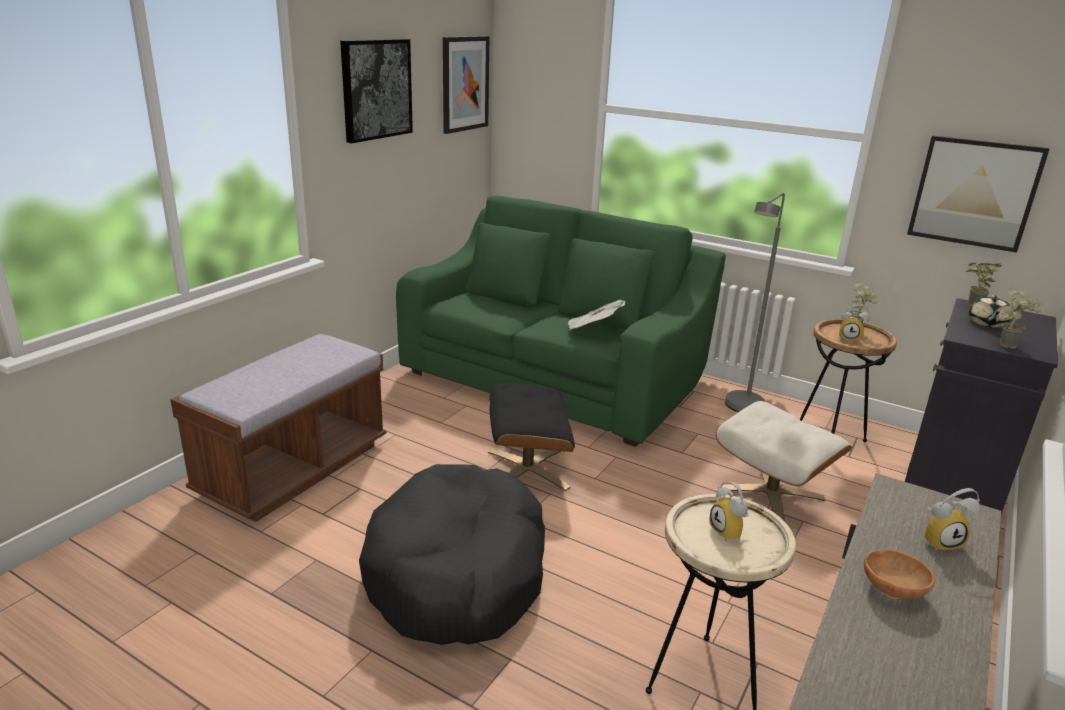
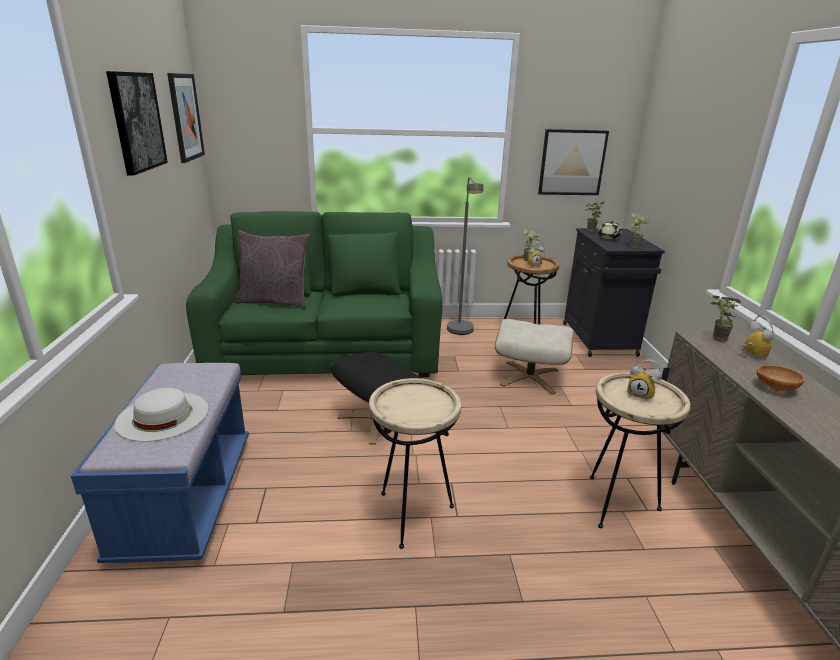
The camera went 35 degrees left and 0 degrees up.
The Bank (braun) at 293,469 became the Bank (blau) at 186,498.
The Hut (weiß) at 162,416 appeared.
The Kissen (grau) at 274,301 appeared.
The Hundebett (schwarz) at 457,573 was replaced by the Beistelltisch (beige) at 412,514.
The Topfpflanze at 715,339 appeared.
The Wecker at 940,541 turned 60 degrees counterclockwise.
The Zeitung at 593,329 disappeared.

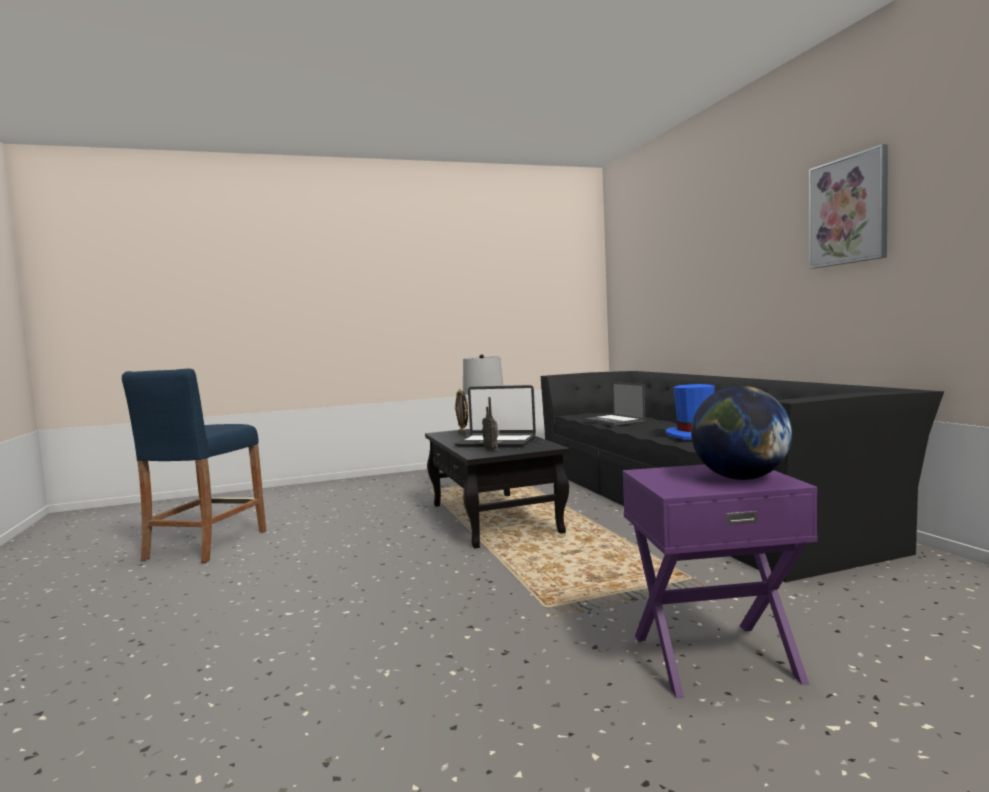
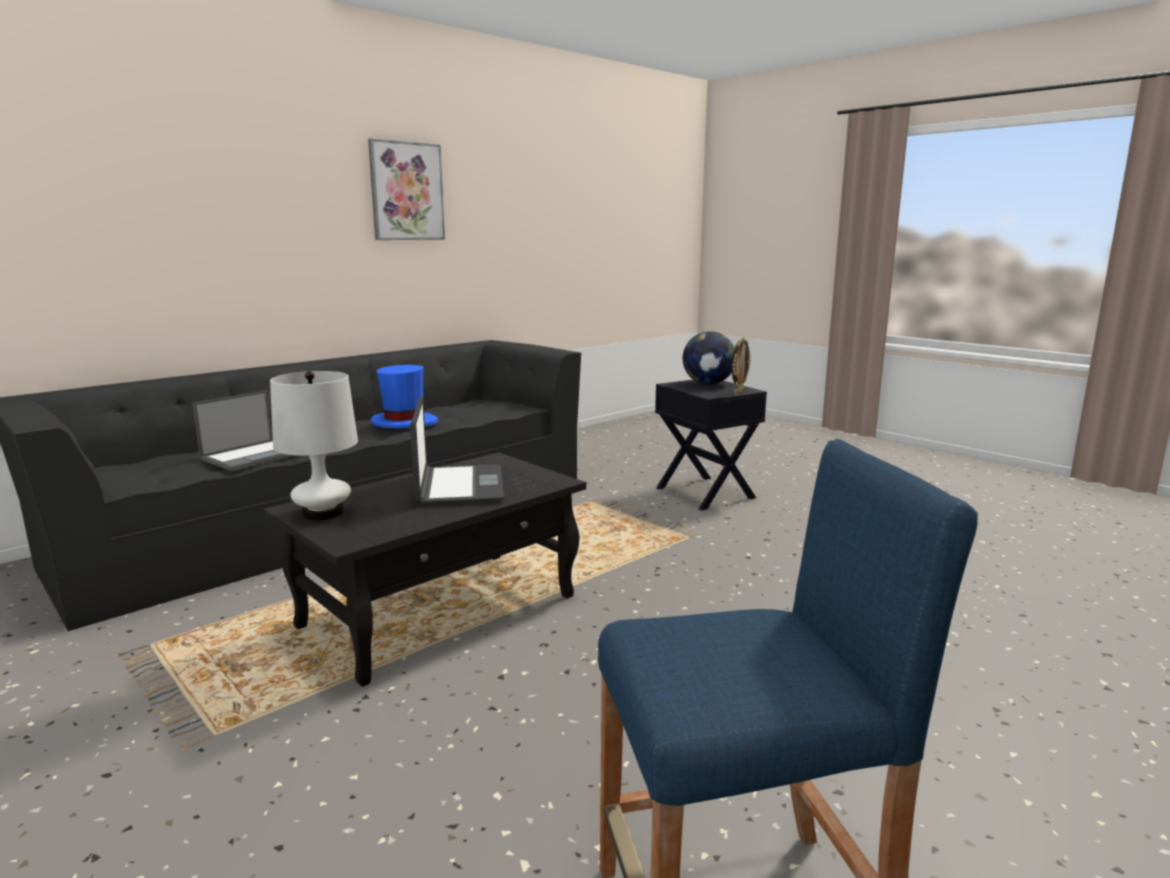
The camera went 115 degrees left and 10 degrees up.
The Beistelltisch (lila) at 713,657 became the Beistelltisch (schwarz) at 704,493.
The Bilderrahmen moved from 463,433 to 739,392.
The Radio at 492,450 disappeared.

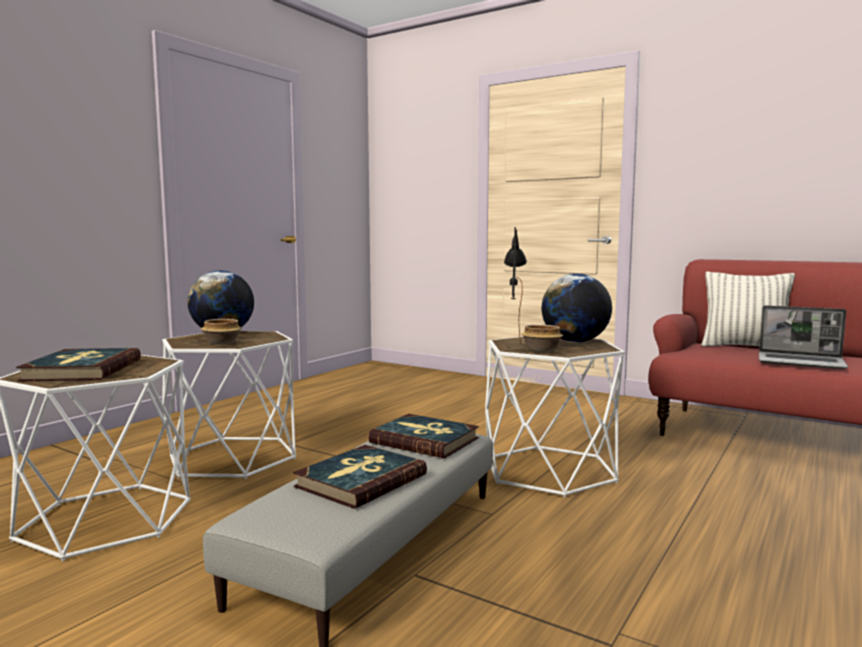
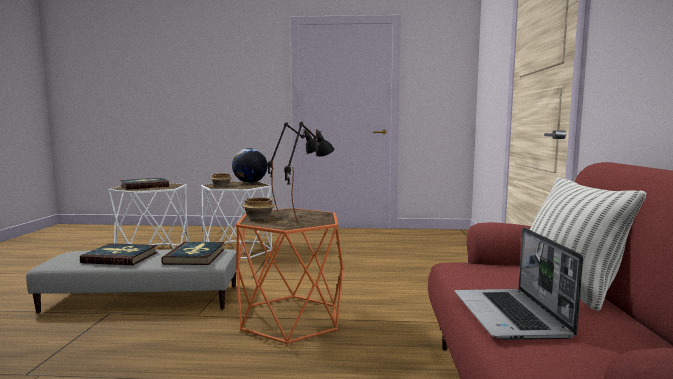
The camera went 60 degrees right and 0 degrees up.
The Beistelltisch (weiß) at 549,471 became the Beistelltisch (orange) at 290,319.
The Globus at 575,342 was replaced by the Tischlampe (schwarz) at 309,219.

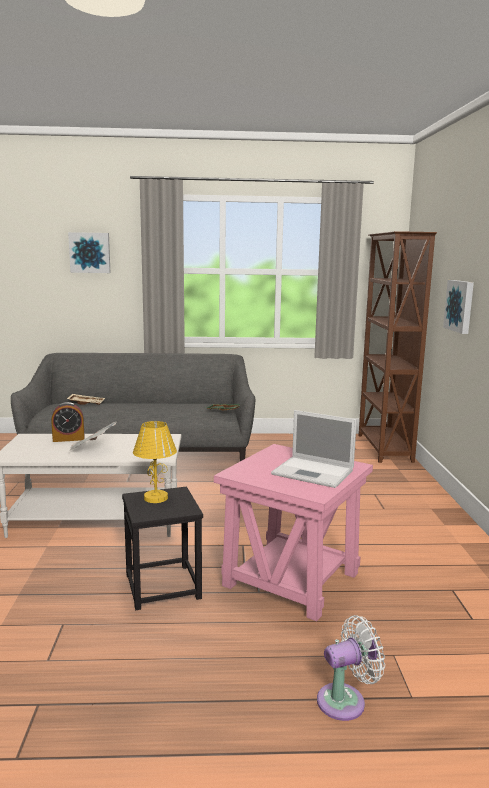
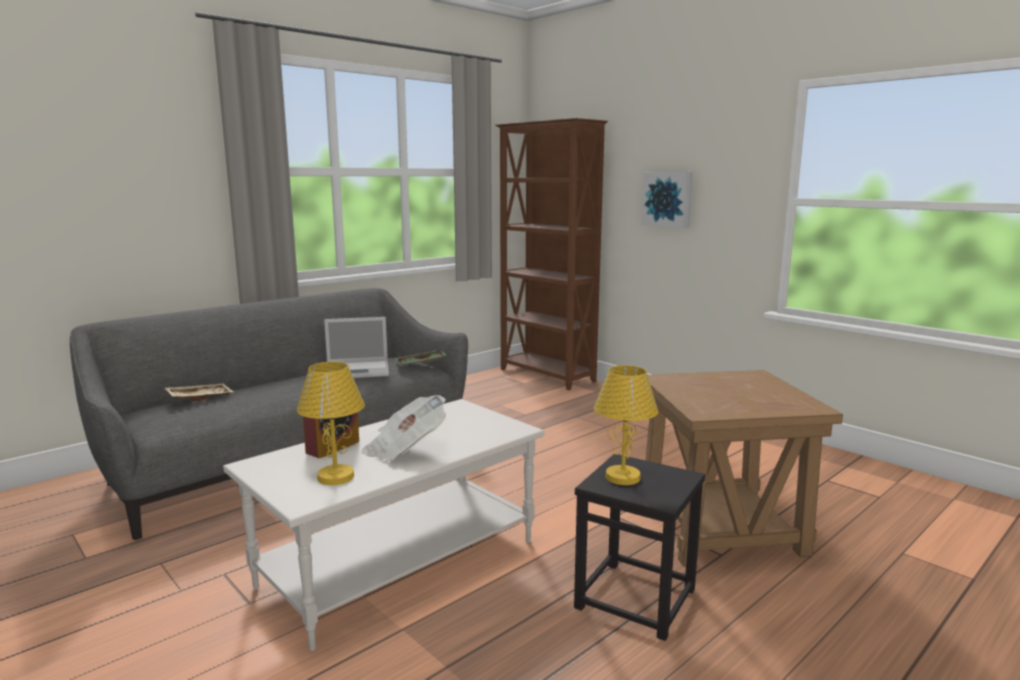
The camera went 40 degrees left and 0 degrees up.
The Tischlampe (gelb) at 335,477 appeared.
The Laptop moved from 314,472 to 359,370.
The Beistelltisch (rosa) at 292,579 became the Beistelltisch (braun) at 721,528.
The Bild at 90,252 disappeared.
The Ventilator (weiß) at 345,700 disappeared.

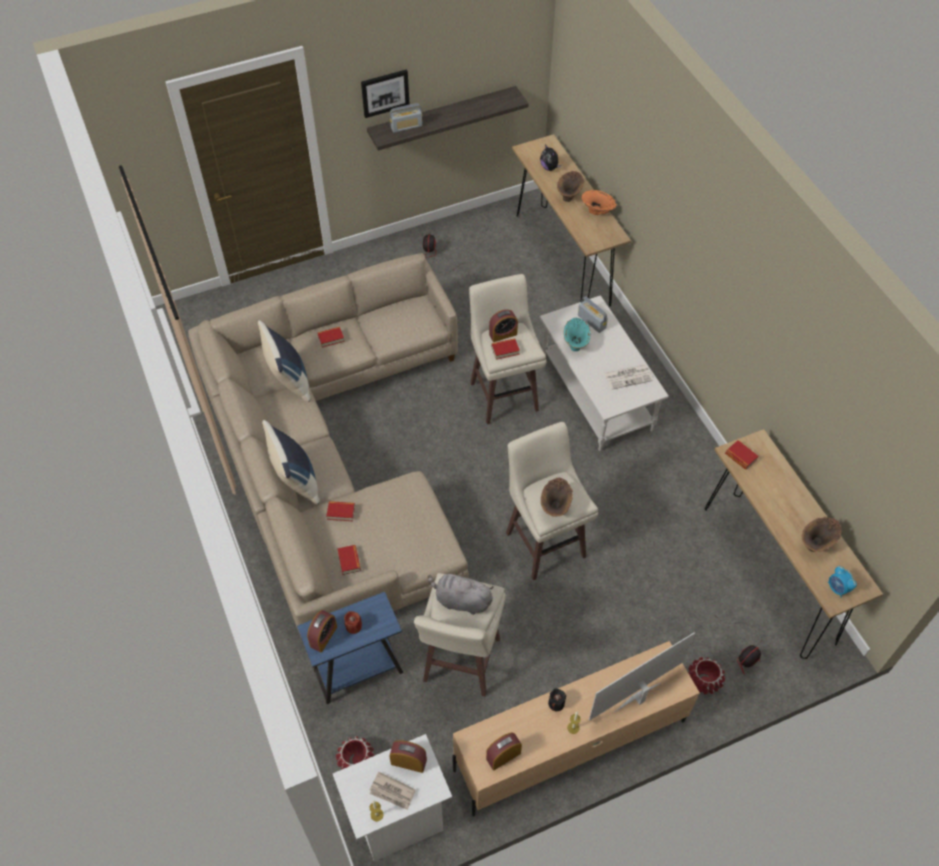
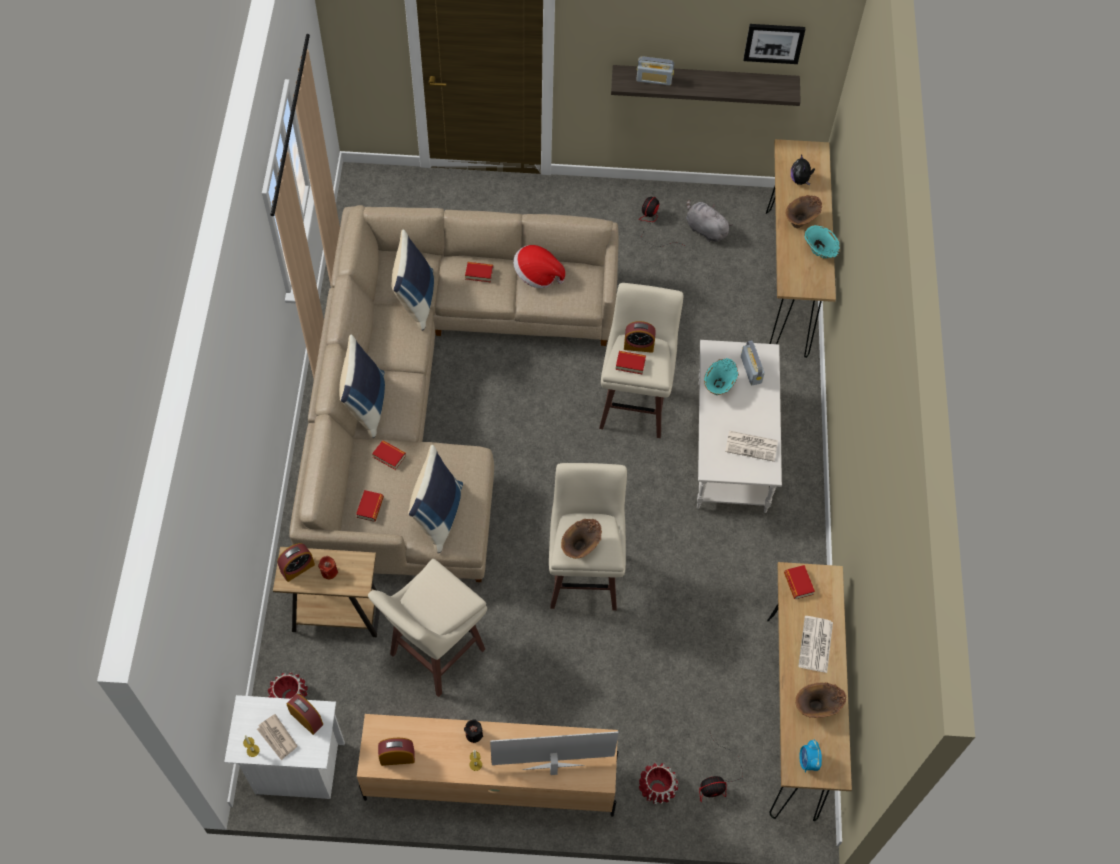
The camera went 25 degrees right and 5 degrees up.
The Beistelltisch (blau) at 358,671 became the Beistelltisch (braun) at 337,615.
The Kissen (blau) at 438,515 appeared.
The Hut at 537,275 appeared.
The Plüschtier (grau) moved from 461,600 to 705,229.
The Bild moved from 385,93 to 774,42.
The Zeitung at 816,645 appeared.
The Vase (orange) at 597,213 became the Vase (türkis) at 818,253.

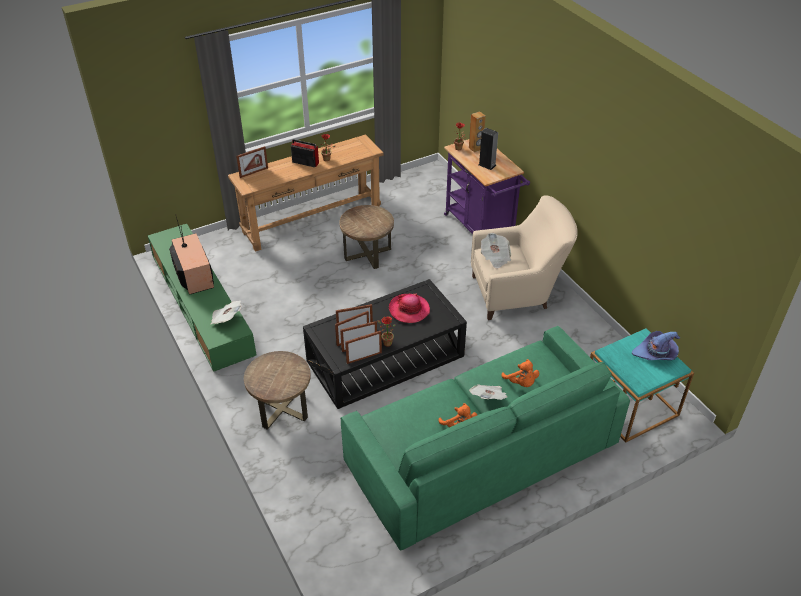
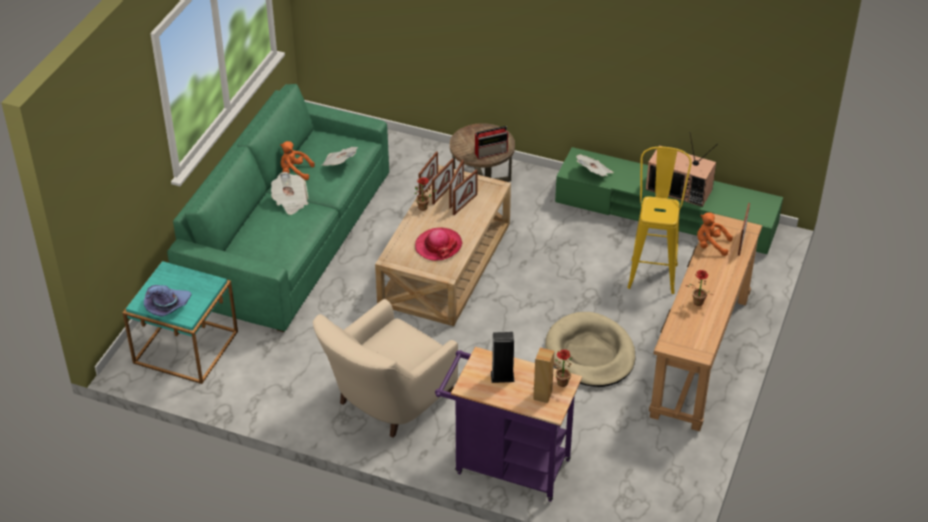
The camera went 140 degrees right and 0 degrees up.
The Zeitung moved from 495,257 to 339,164.
The Couchtisch (schwarz) at 386,359 became the Couchtisch (beige) at 444,263.
The Radio moved from 305,162 to 491,152.
The Beistelltisch (braun) at 367,254 was replaced by the Hundebett (beige) at 590,353.
The Hocker (gelb) at 653,270 appeared.
The Plüschtier (orange) moved from 521,383 to 710,245.

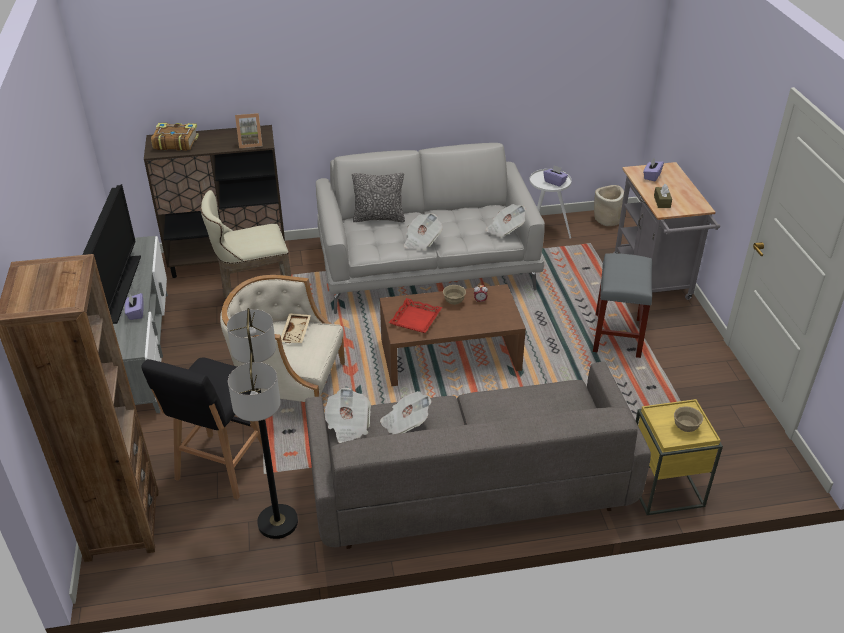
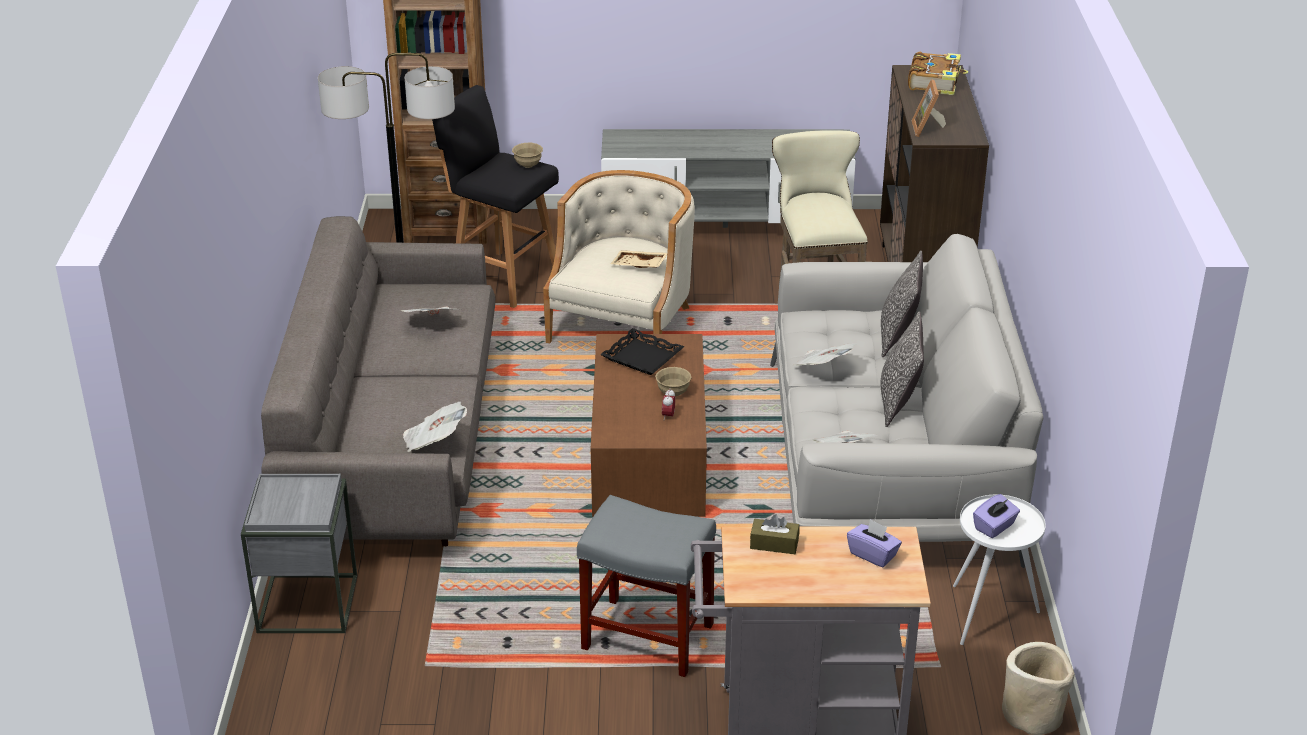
The camera went 100 degrees right and 5 degrees down.
The Beistelltisch (gelb) at 664,488 became the Beistelltisch (grau) at 307,603.
The Zeitung moved from 348,425 to 434,441.
The Schüssel (beige) moved from 685,427 to 528,165.
The Tablett (rot) at 416,319 became the Tablett (schwarz) at 642,357.
The Kissen at 898,402 appeared.
The Fernseher at 119,289 disappeared.
The Taschentuchbox (lila) at 136,313 disappeared.

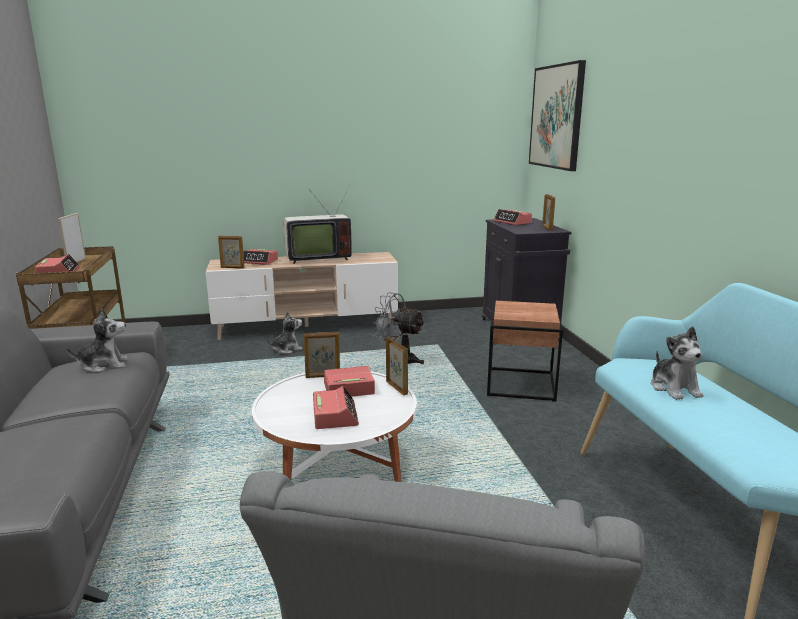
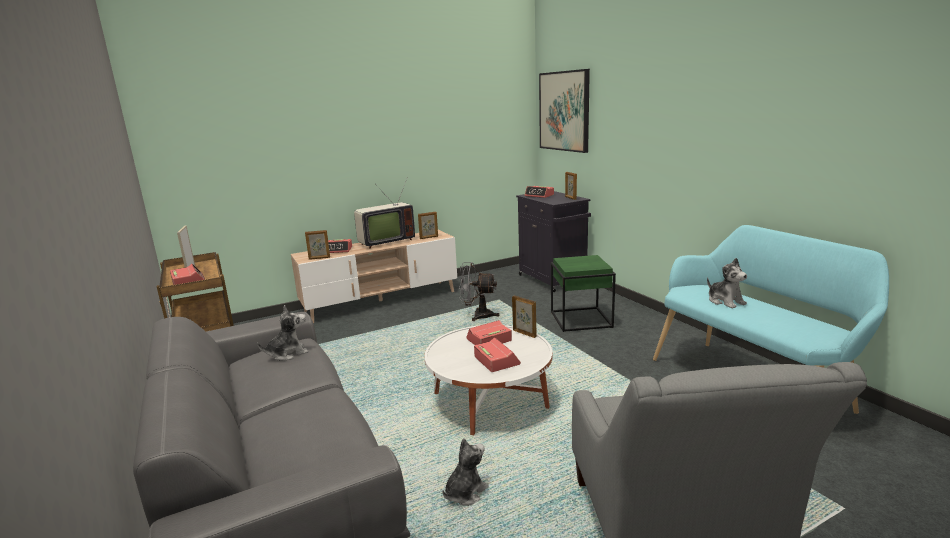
The camera went 15 degrees left and 0 degrees up.
The Bilderrahmen moved from 323,376 to 429,237.
The Plüschtier moved from 286,349 to 465,493.
The Beistelltisch (braun) at 521,384 became the Beistelltisch (grün) at 581,319.

